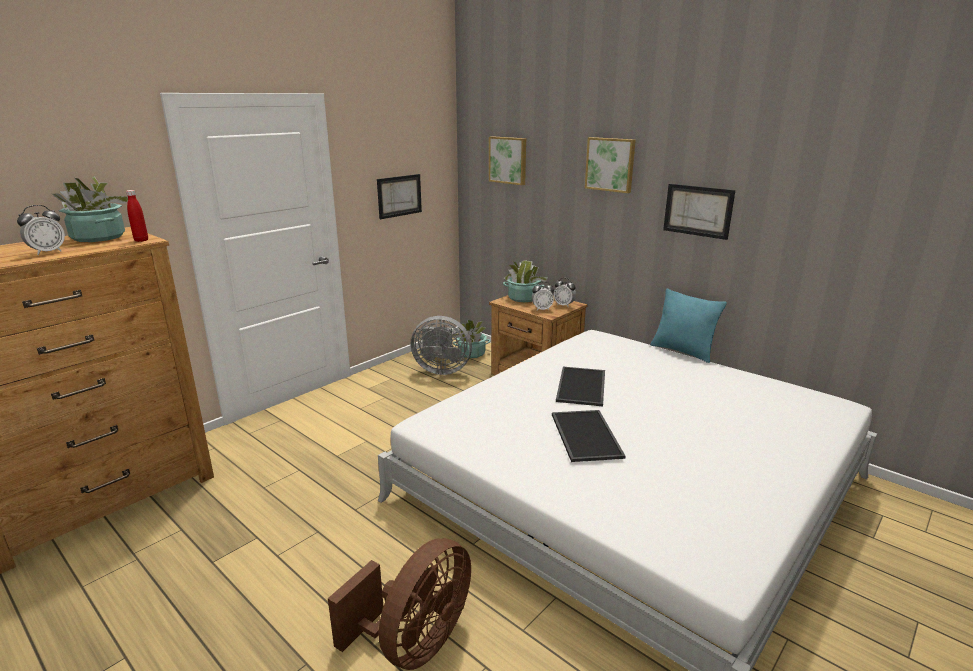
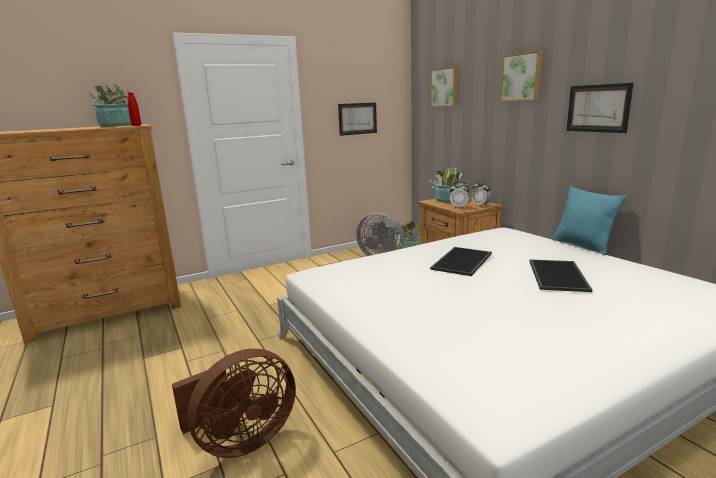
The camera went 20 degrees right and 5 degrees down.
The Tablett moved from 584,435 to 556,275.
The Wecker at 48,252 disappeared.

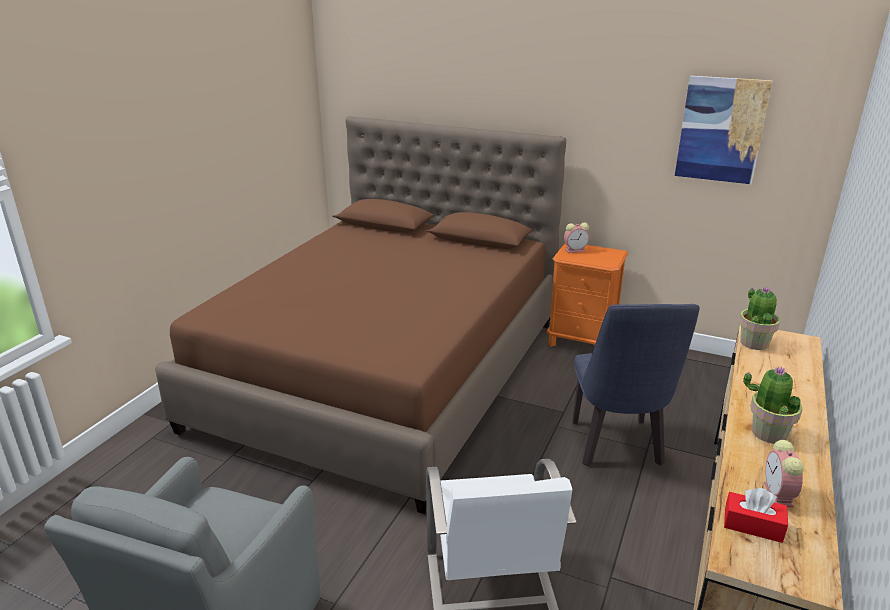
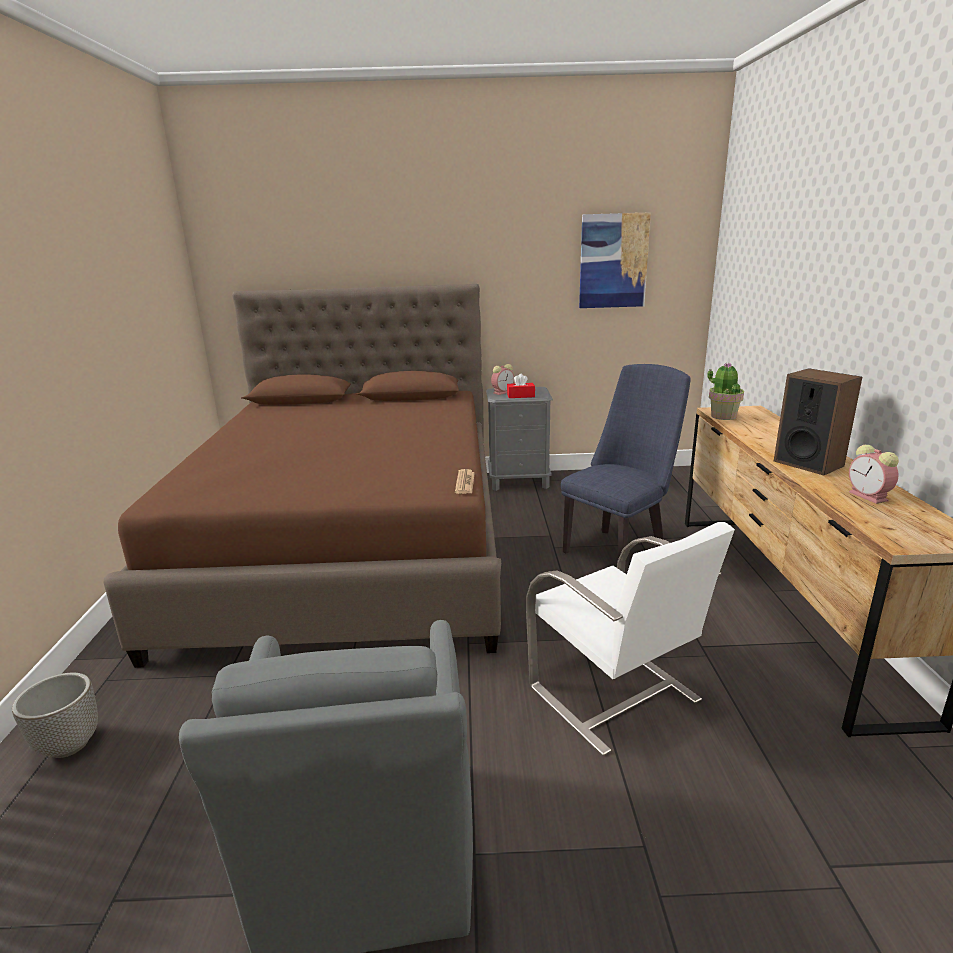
The camera went 25 degrees left and 5 degrees down.
The Pflanzkübel at 68,745 appeared.
The Zeitung at 465,482 appeared.
The Nachttisch (orange) at 582,341 became the Nachttisch (grau) at 519,481.
The Taschentuchbox (rot) moved from 753,525 to 520,396.
The Stuhl (blau) at 617,448 turned 105 degrees counterclockwise.
The Topfpflanze at 768,433 was replaced by the Lautsprecher at 808,463.

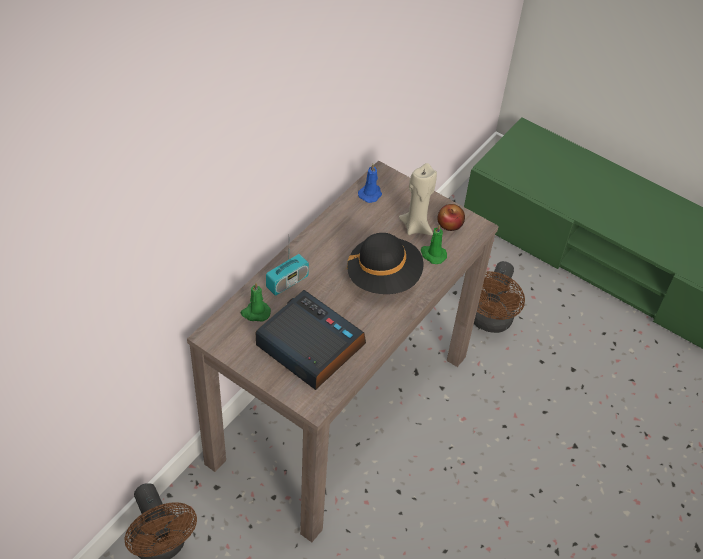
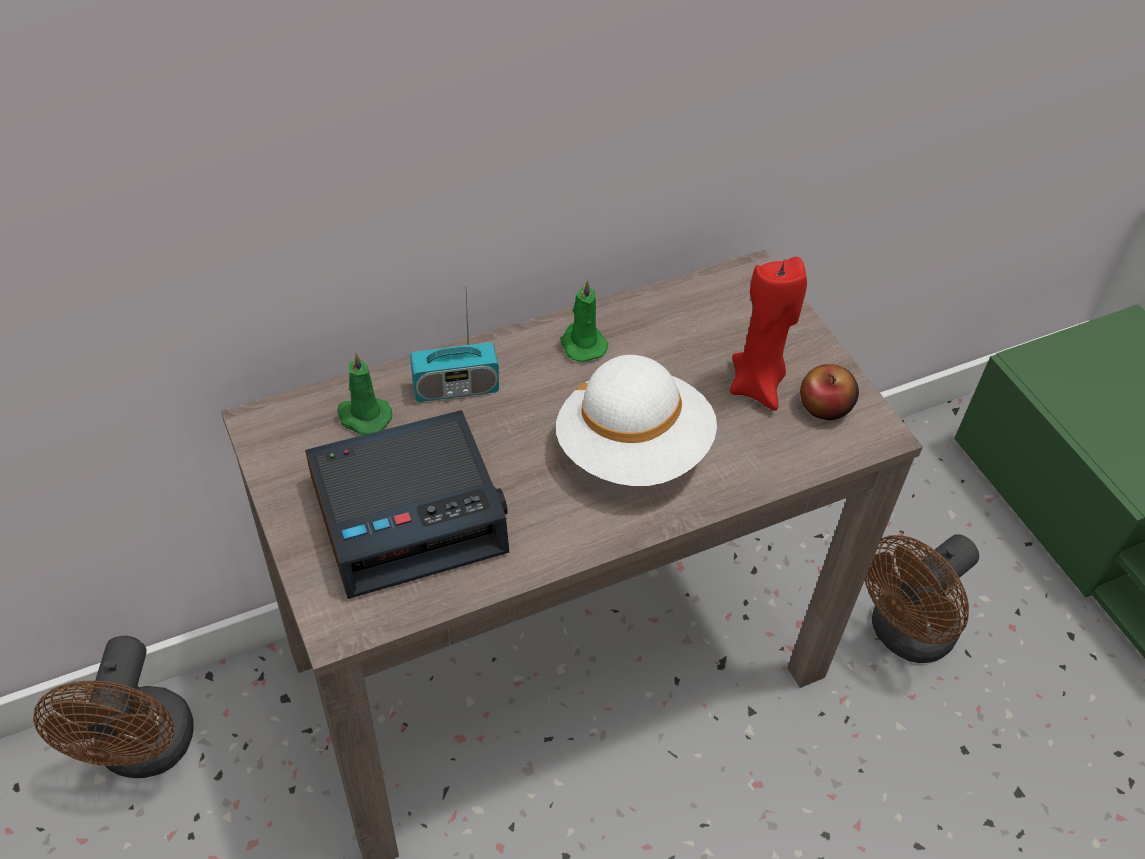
The camera went 30 degrees right and 0 degrees up.
The Wecker at 309,346 turned 90 degrees clockwise.
The Hut (schwarz) at 384,277 became the Hut (weiß) at 633,449.
The Kerze (grün) moved from 432,254 to 582,343.
The Kerze (beige) at 416,226 became the Kerze (rot) at 757,385.
The Kerze (blau) at 370,194 disappeared.

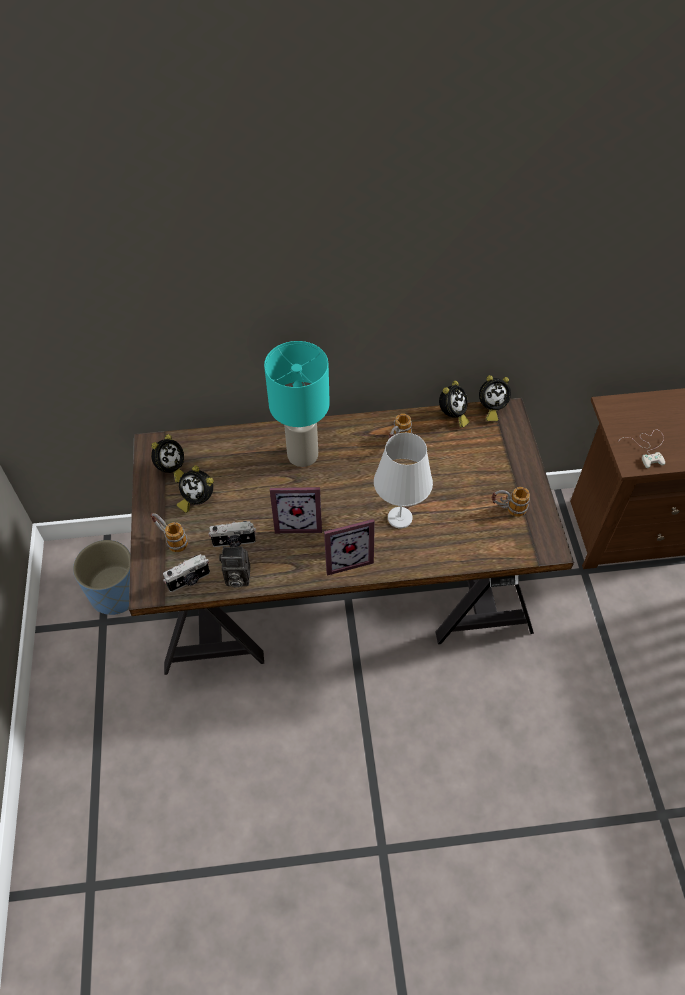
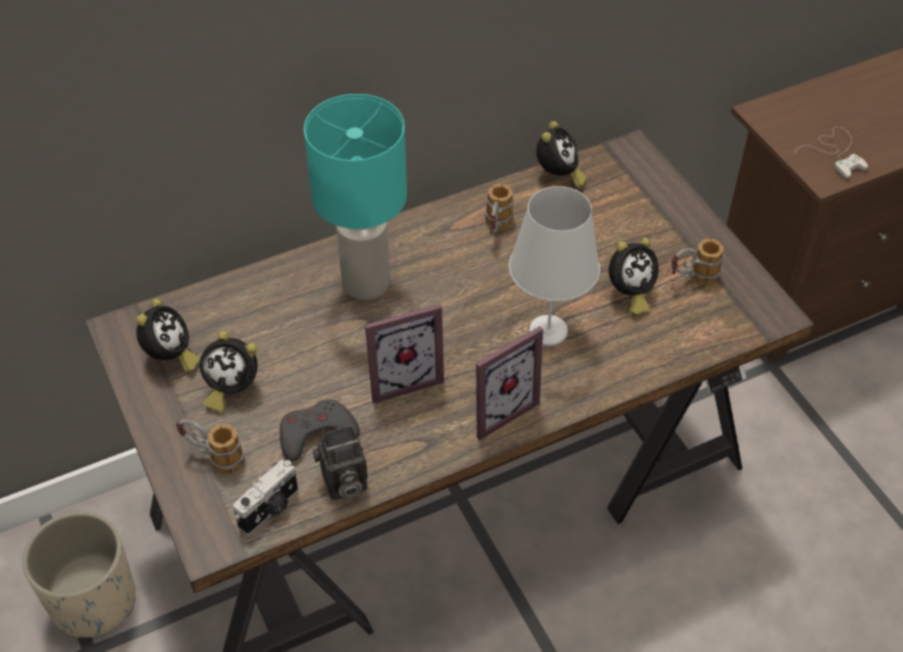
The camera went 20 degrees left and 5 degrees down.
The Pflanzkübel (blau) at 115,593 became the Pflanzkübel (beige) at 93,601.
The Kamera at 234,542 was replaced by the Gamepad (grau) at 316,433.
The Wecker moved from 490,409 to 629,294.

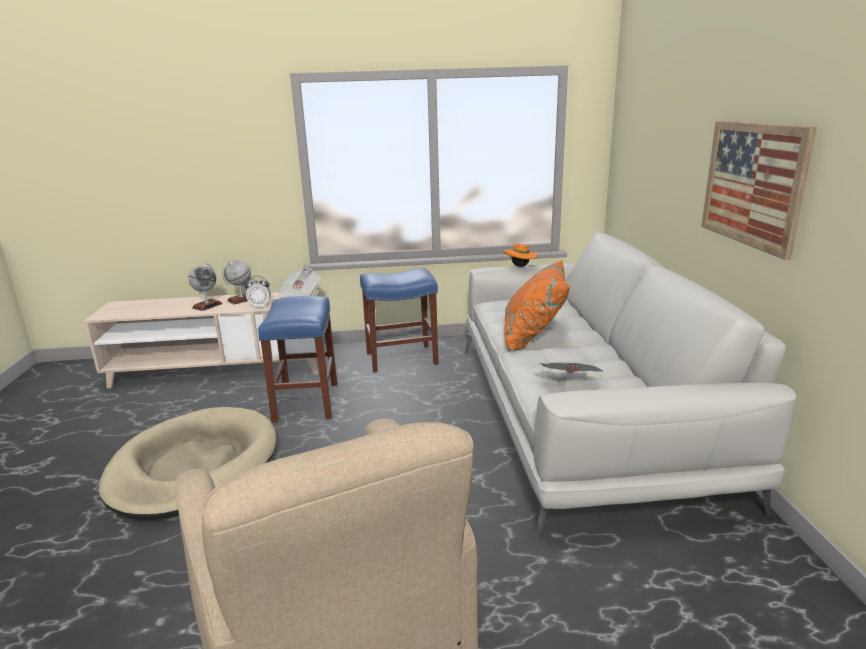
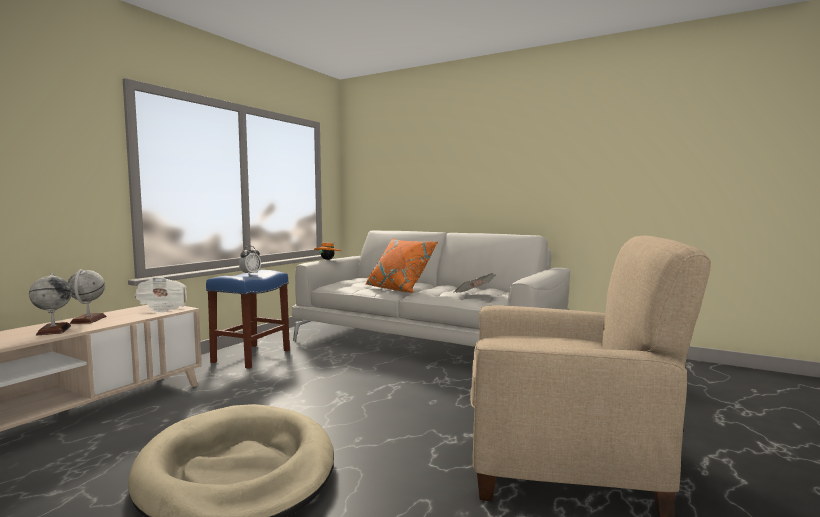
The camera went 55 degrees left and 15 degrees down.
The Wecker moved from 260,306 to 250,274.
The Hocker (blau) at 306,402 disappeared.
The Bild at 752,184 disappeared.

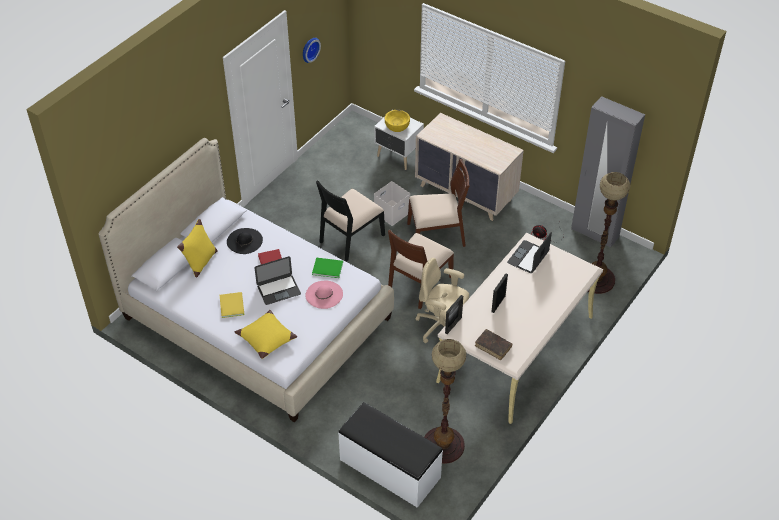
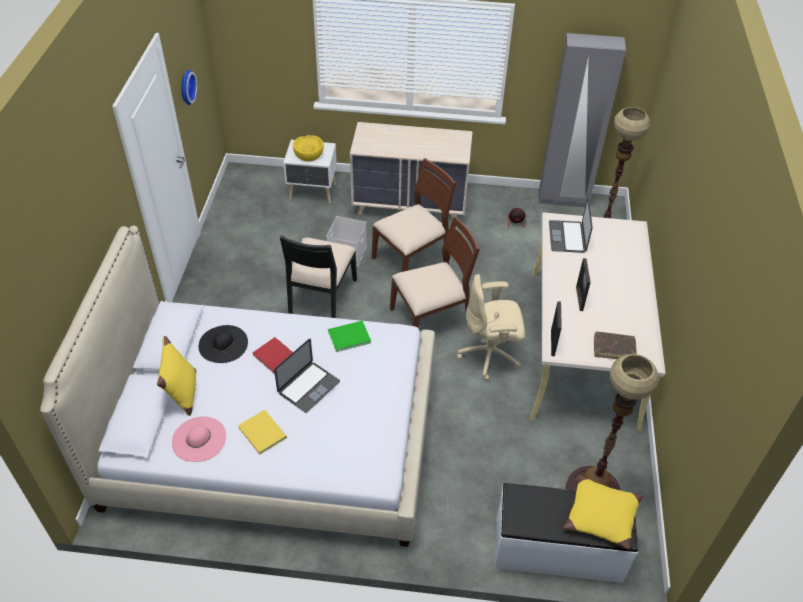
The camera went 30 degrees left and 0 degrees up.
The Hut (rosa) moved from 324,294 to 199,439.
The Stuhl (braun) at 419,284 turned 120 degrees counterclockwise.
The Kissen (gelb) moved from 266,338 to 601,516.

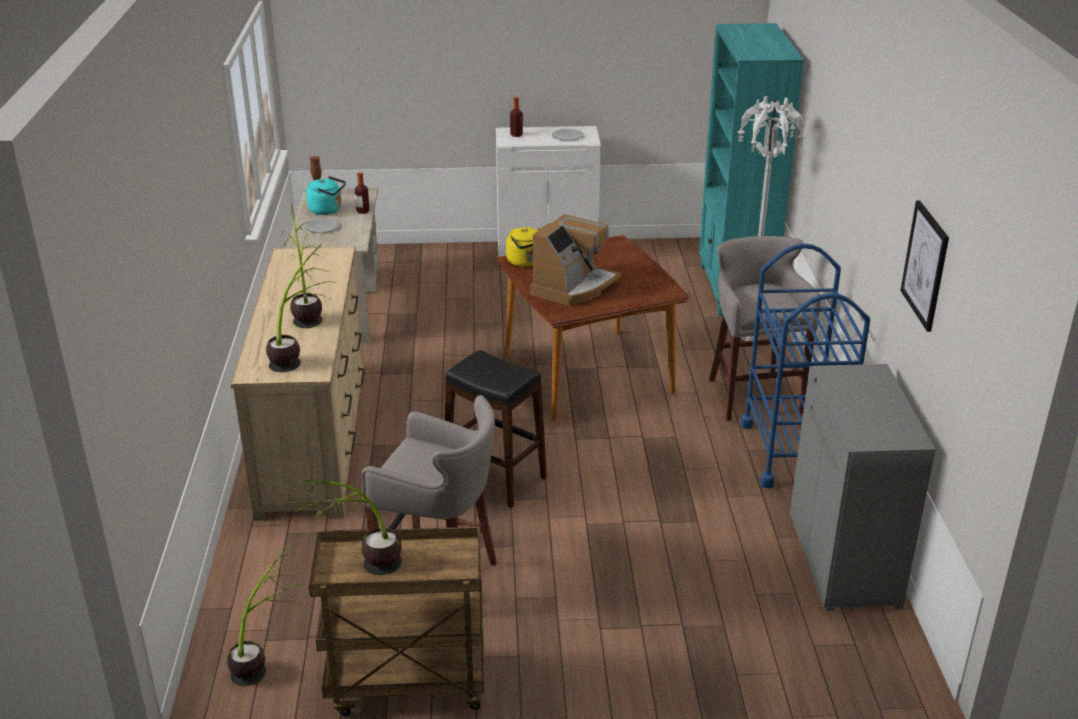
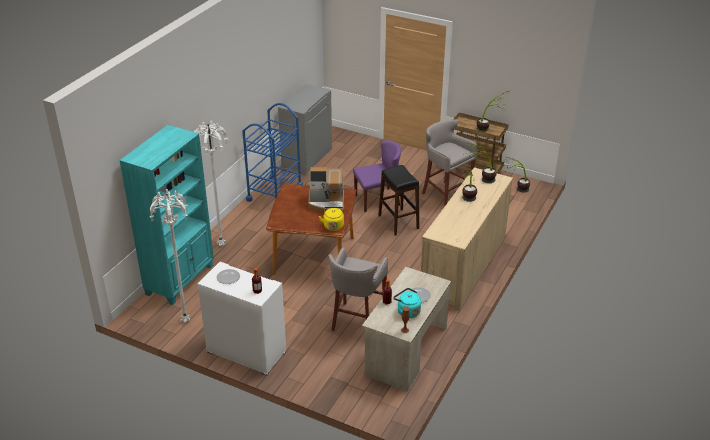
The camera went 150 degrees left and 5 degrees up.
The Stehlampe (weiß) at 185,320 appeared.
The Kaffeemaschine at 574,287 turned 150 degrees counterclockwise.
The Hocker (grau) moved from 752,394 to 357,322.
The Stuhl (lila) at 377,200 appeared.
The Bild at 925,265 disappeared.

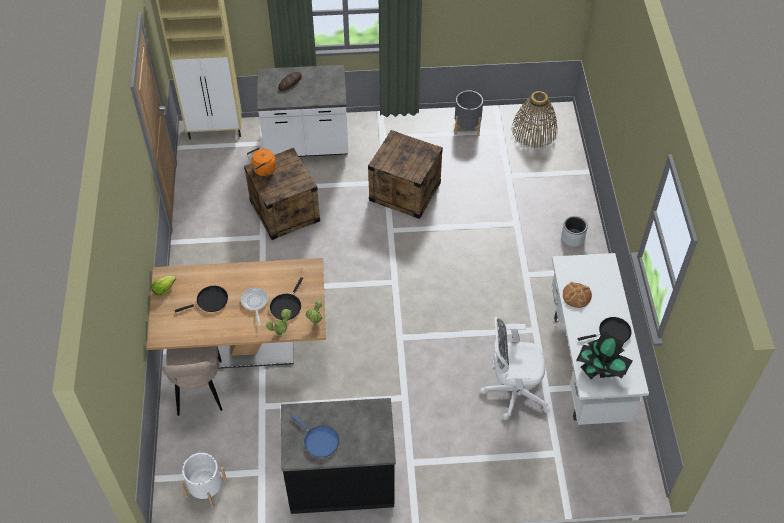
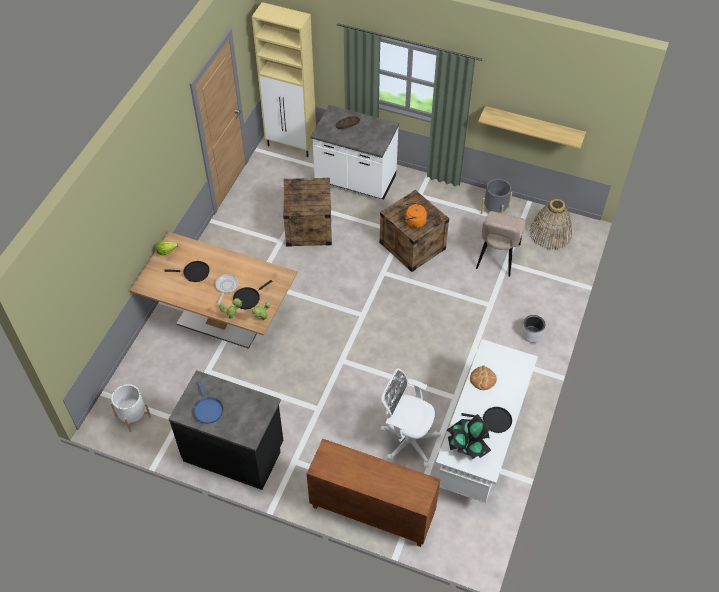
The camera went 25 degrees right and 0 degrees up.
The Schrank (braun) at 371,512 appeared.
The Wasserkessel (orange) moved from 263,170 to 414,222.
The Stuhl (beige) moved from 199,391 to 497,258.
The Wandregal at 533,126 appeared.

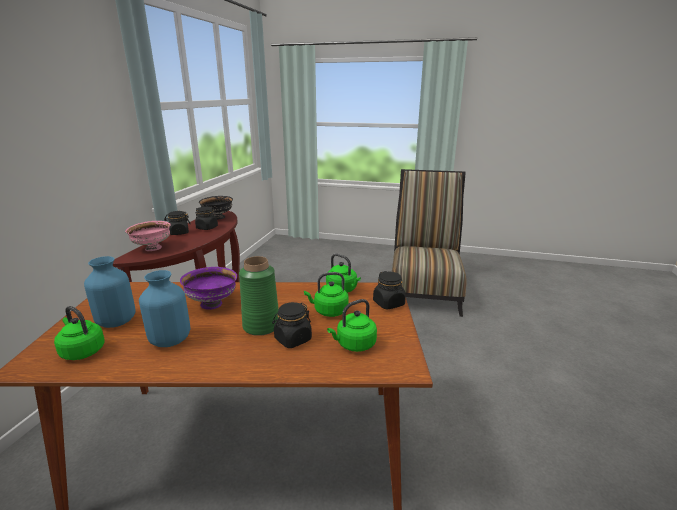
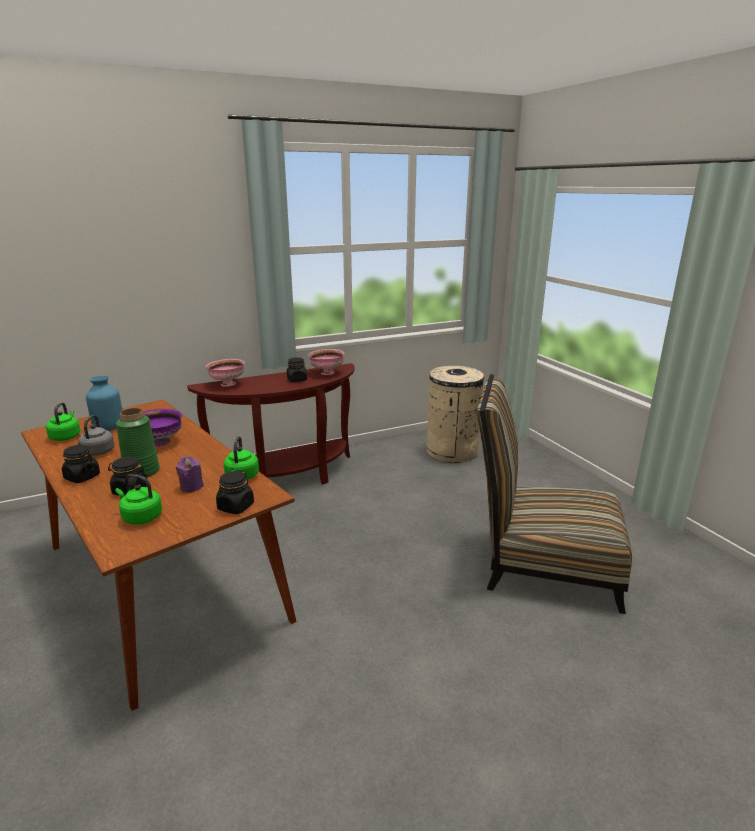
The camera went 50 degrees right and 0 degrees up.
The Vorratsglas (schwarz) moved from 179,233 to 82,477.
The Vase (blau) at 171,340 was replaced by the Wasserkessel (grau) at 97,453.
The Wasserkessel (grün) at 329,311 was replaced by the Kerze (lila) at 191,487.
The Schüssel (schwarz) at 218,218 became the Schüssel (rosa) at 327,373.
The Mülleimer (beige) at 452,451 appeared.
The Stuhl at 424,290 turned 135 degrees counterclockwise.

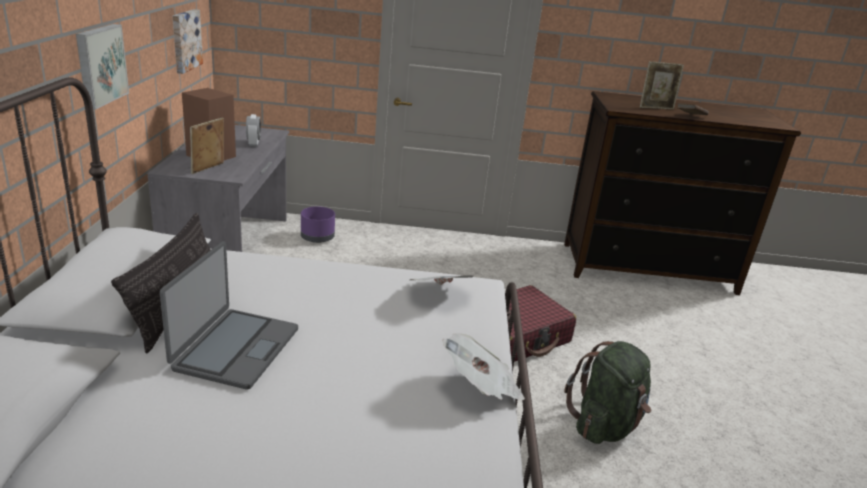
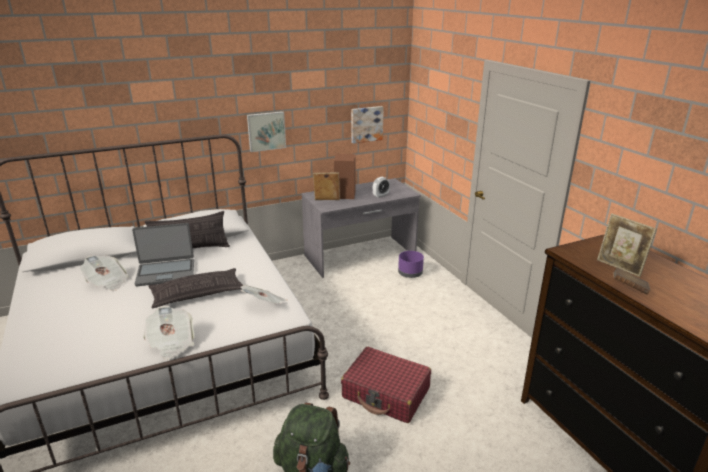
The camera went 65 degrees right and 0 degrees up.
The Zeitung at 107,282 appeared.
The Kissen at 197,293 appeared.

